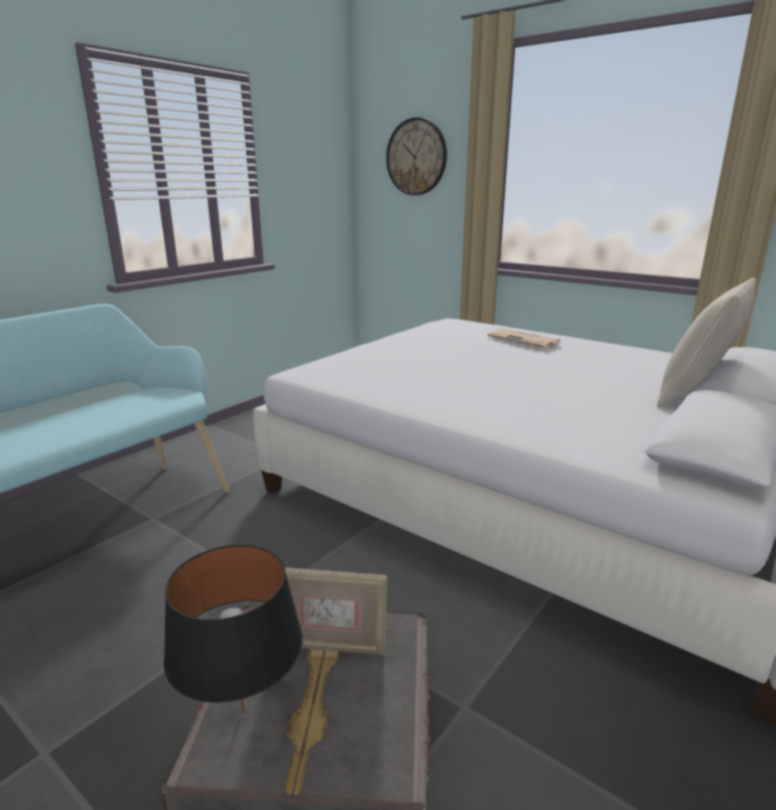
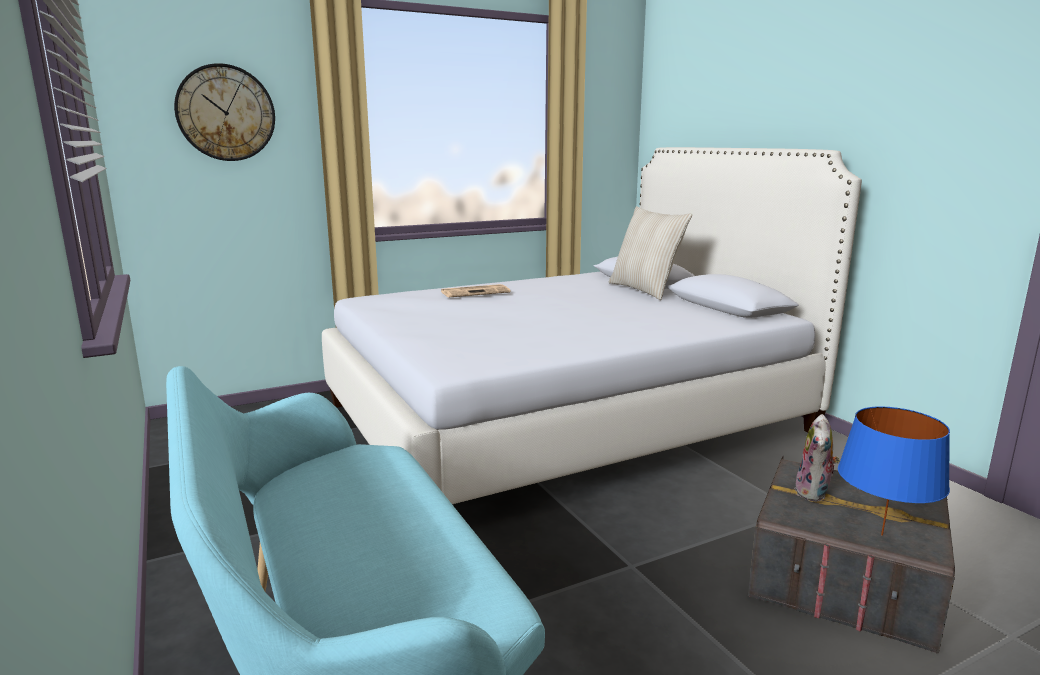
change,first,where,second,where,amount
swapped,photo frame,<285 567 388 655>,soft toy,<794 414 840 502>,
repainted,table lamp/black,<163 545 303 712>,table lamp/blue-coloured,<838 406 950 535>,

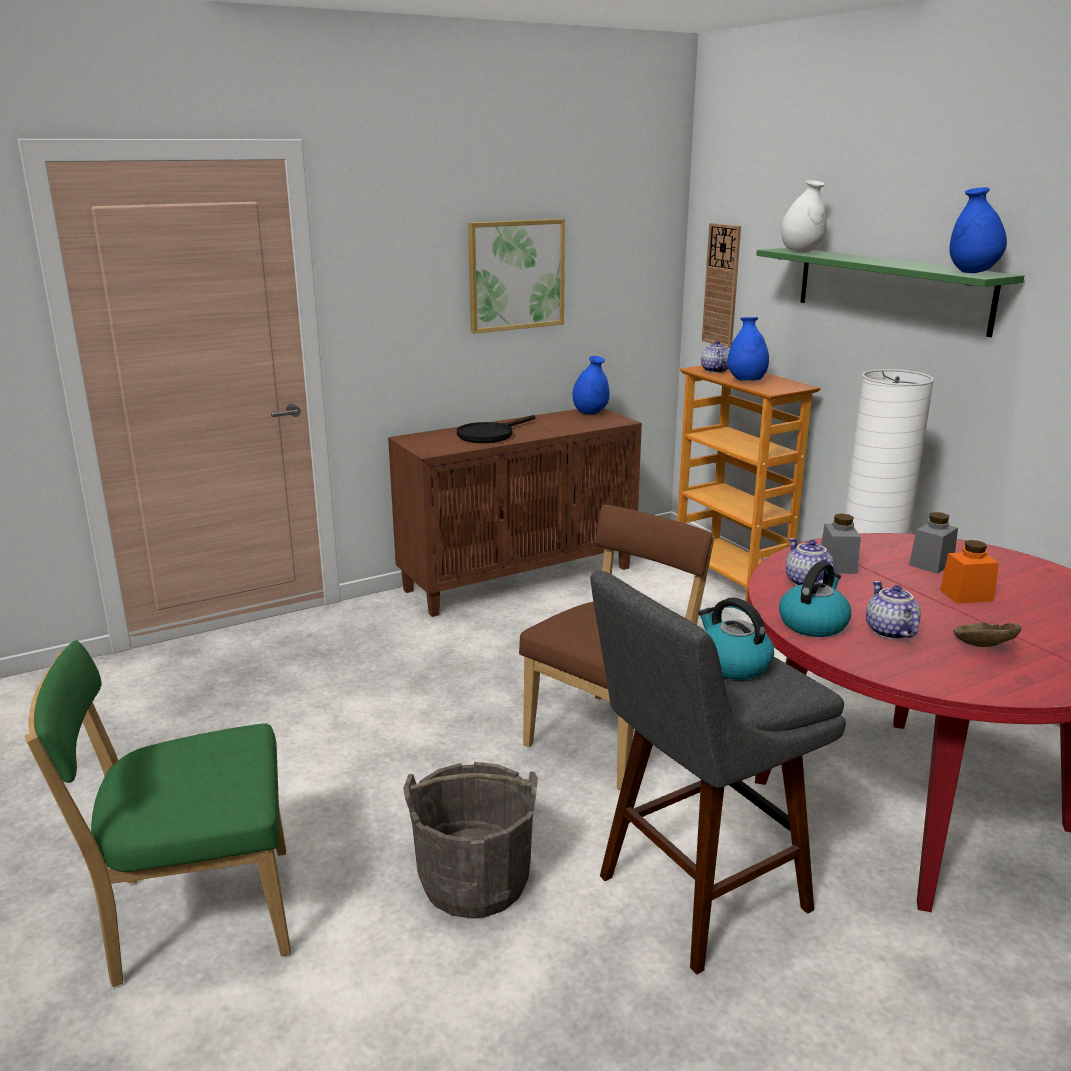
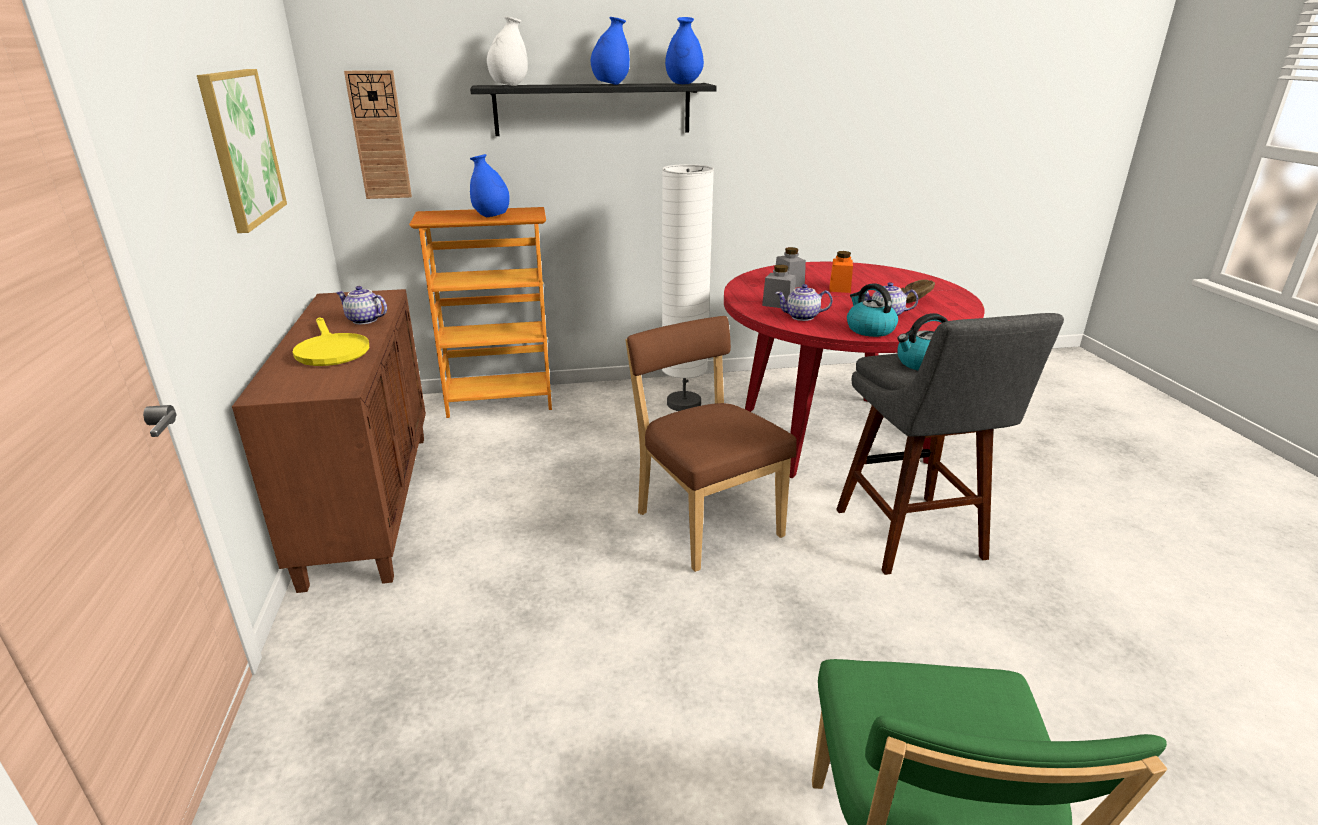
change,first,where,second,where,amount
repainted,skillet/black,<457 415 535 443>,skillet/yellow-coloured,<293 317 369 366>,
shifted,tea pot,<701 340 729 373>,,<336 286 387 324>,
repainted,bracket shelf/greenish,<756 248 1024 337>,bracket shelf/black,<470 83 717 136>,
shifted,vase/blue-coloured,<573 356 609 415>,,<591 17 630 85>,
gone,pail/greyish,<403 762 538 919>,,,

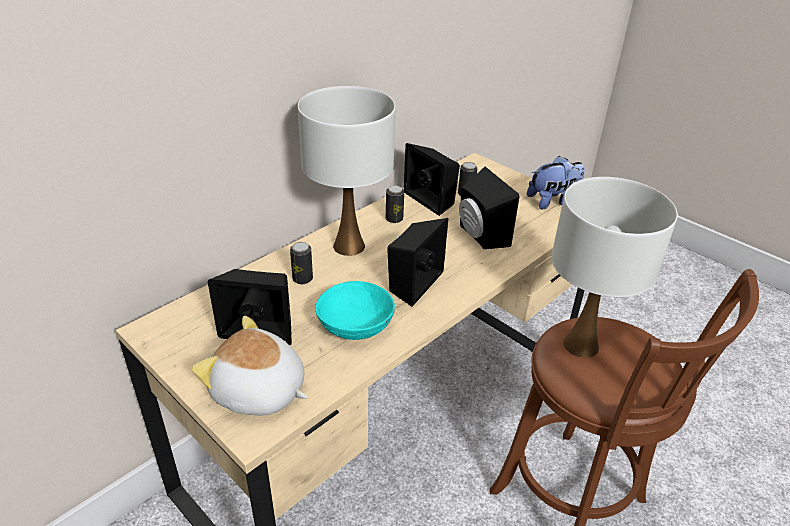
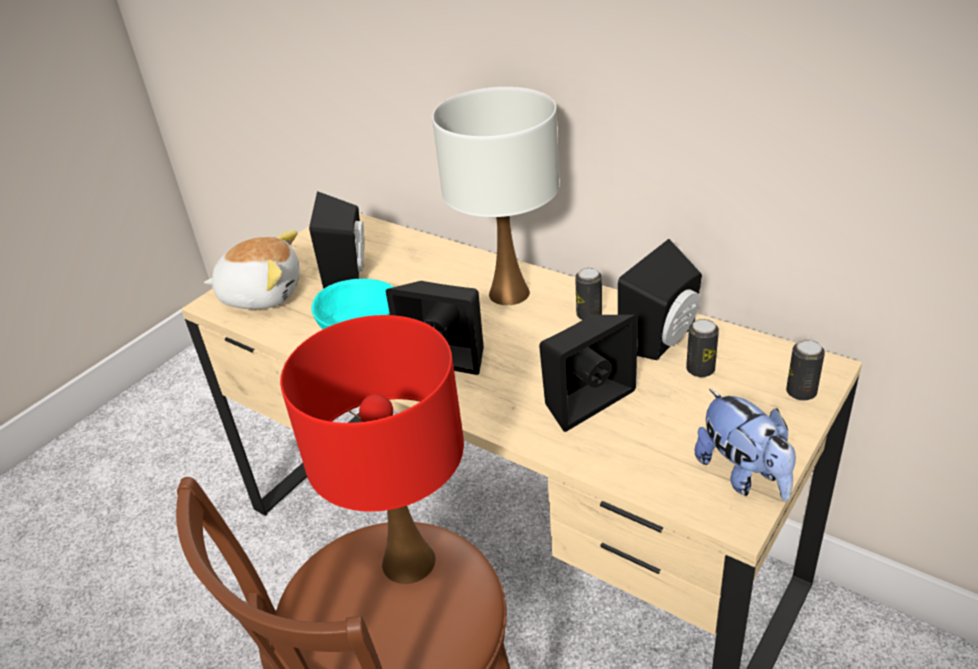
change,first,where,second,where,amount
rotated,soft toy,<191 316 308 416>,,<204 230 300 309>,75 degrees clockwise
repainted,table lamp/white,<552 177 678 358>,table lamp/red-coloured,<280 315 464 584>,
shifted,can,<290 242 313 284>,,<786 339 825 401>,

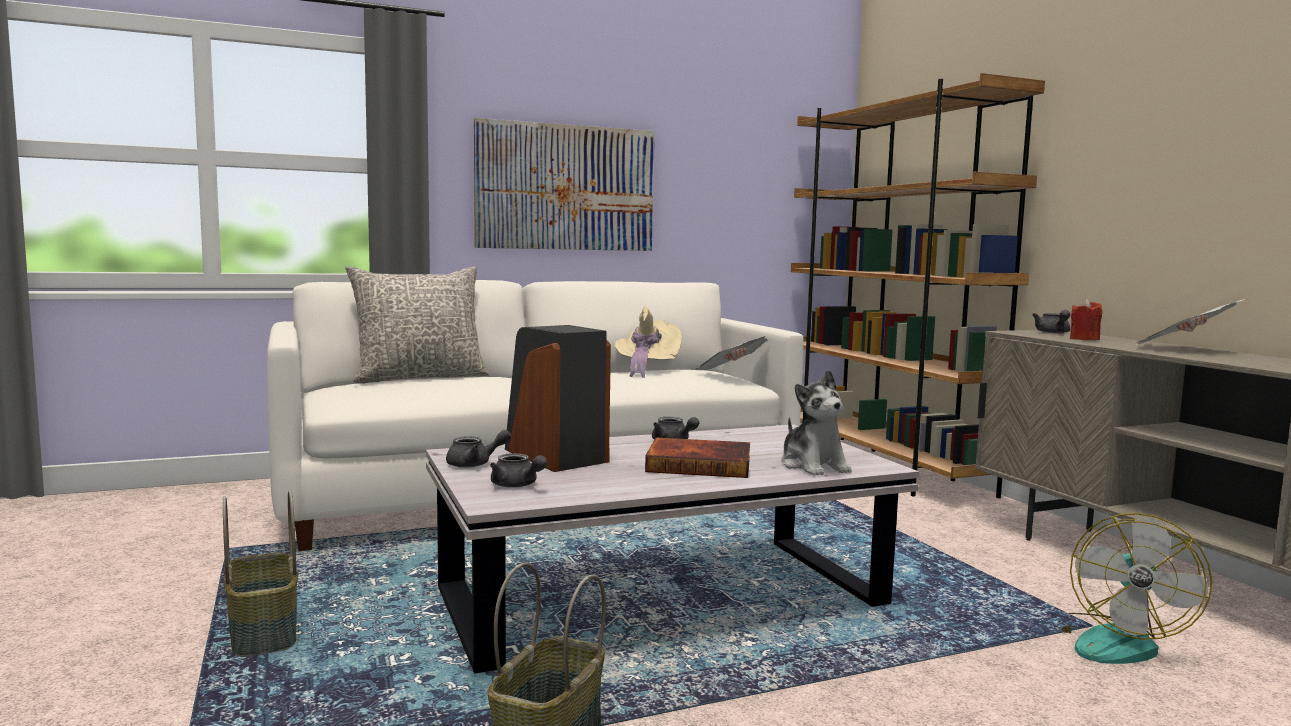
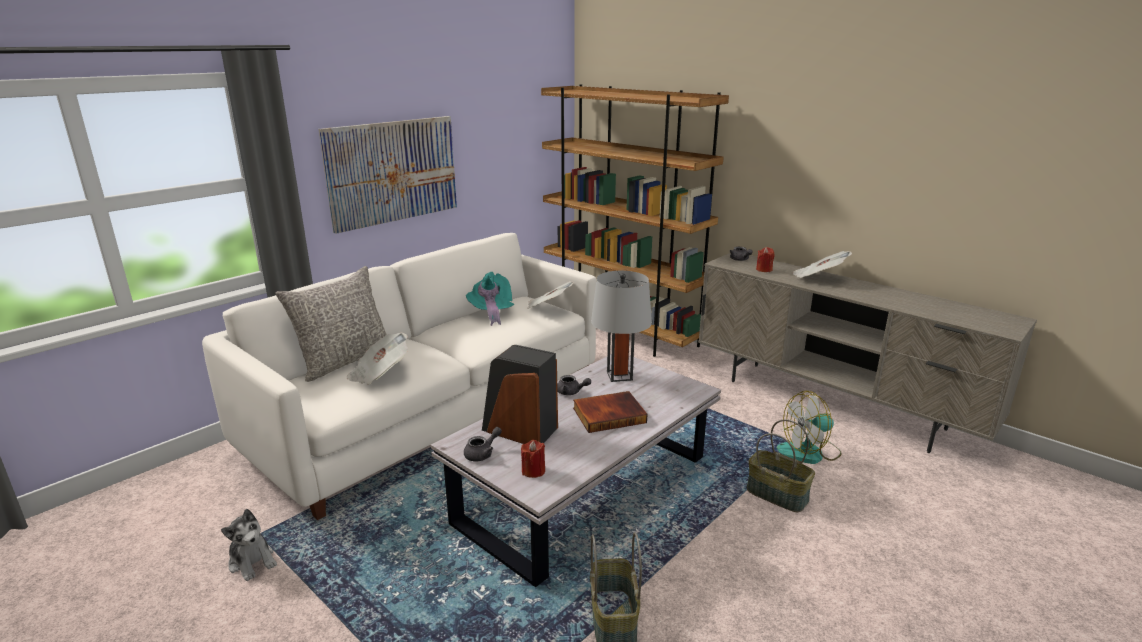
change,first,where,second,where,amount
shifted,soft toy,<781 370 852 476>,,<221 509 277 581>,
new,,,printed paper,<347 333 408 385>,
repainted,wearable hat/beige-coloured,<615 306 682 378>,wearable hat/turquoise,<466 272 514 326>,
swapped,tea pot/greyish,<490 453 547 488>,candle/red-coloured,<521 440 545 478>,
new,,,table lamp/greyish,<591 271 652 382>,
shifted,storage basket,<223 490 298 657>,,<747 419 815 512>,
rotated,fan,<1059 513 1212 664>,,<777 391 842 464>,75 degrees clockwise

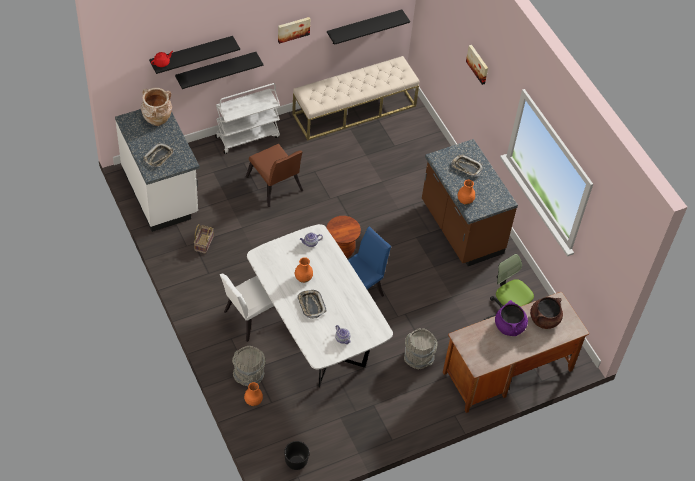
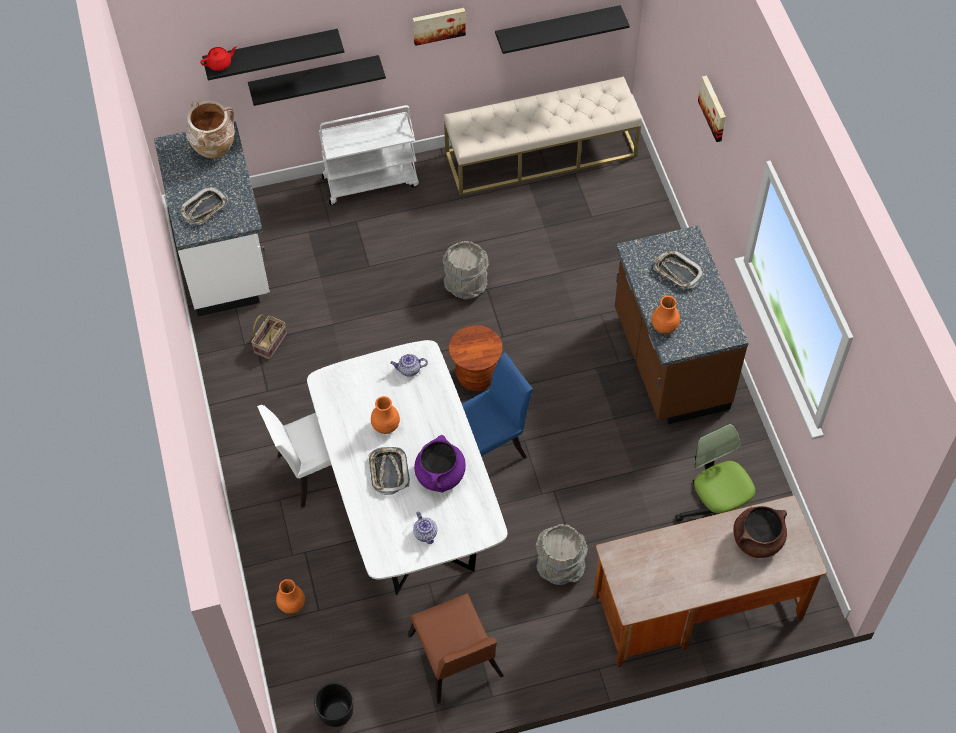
change,first,where,second,where,amount
shifted,upright chair/brownish,<246 144 303 207>,,<408 593 504 704>,
shifted,saucepot/purplish,<495 300 528 336>,,<414 435 466 492>,
shifted,pail/greyish,<232 346 266 386>,,<443 241 489 299>,

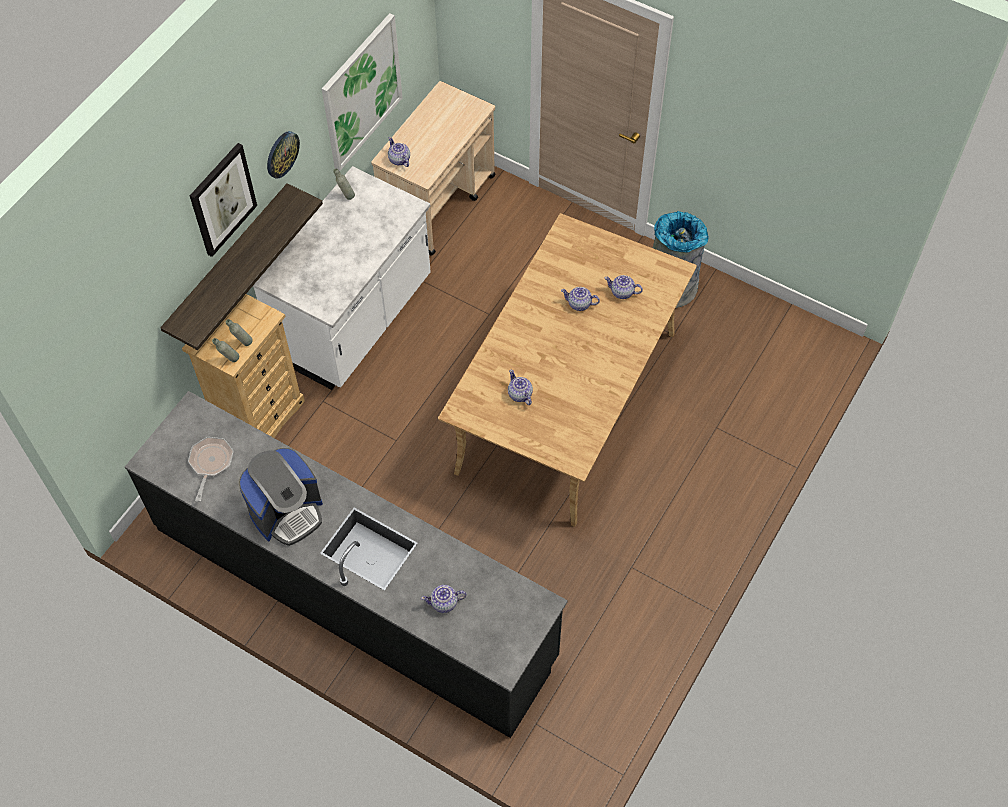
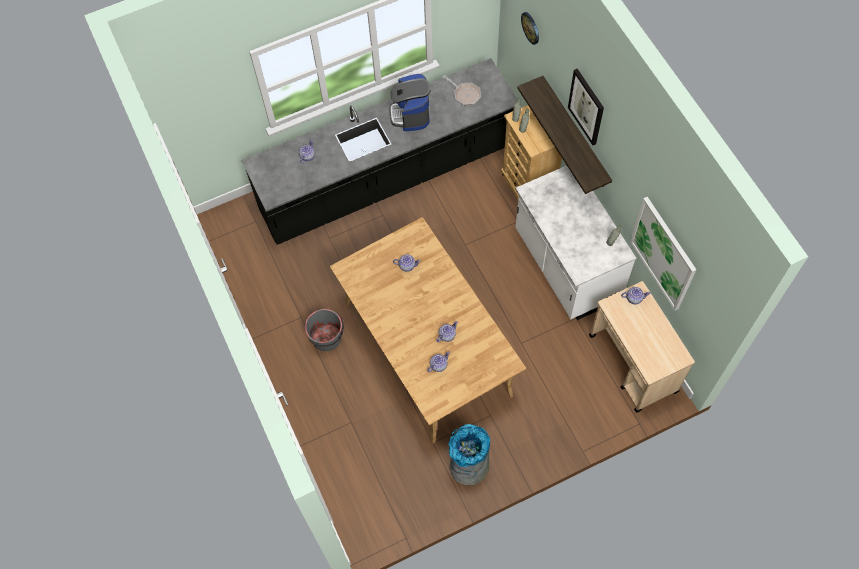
change,first,where,second,where,amount
new,,,pail/greyish,<305 309 344 351>,
shifted,clock on the wall,<267 131 300 179>,,<521 12 539 45>,

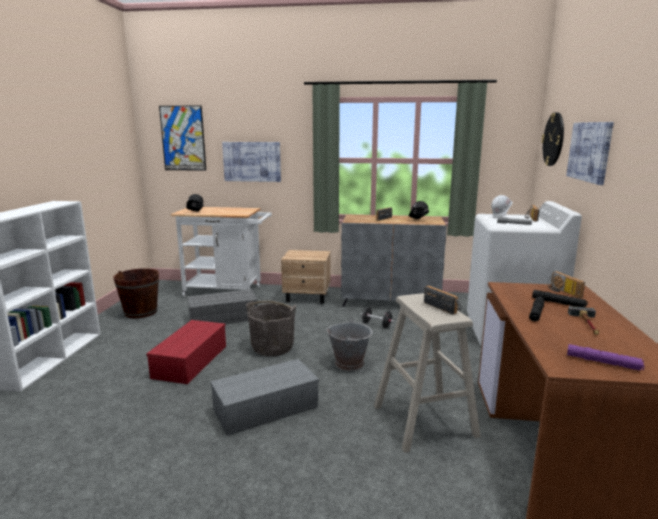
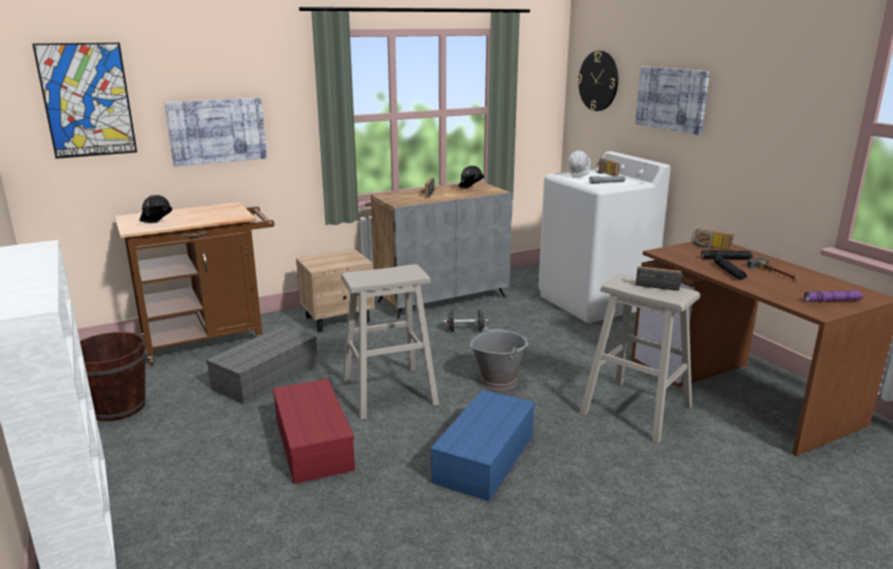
change,first,where,second,where,amount
repainted,wheeled cart/white,<170 207 272 297>,wheeled cart/brownish,<115 202 275 365>,
swapped,pail/greyish,<246 301 296 356>,stool/beige-coloured,<341 264 439 419>,
repainted,storage container/greyish,<210 359 319 436>,storage container/blue-coloured,<431 390 535 501>,

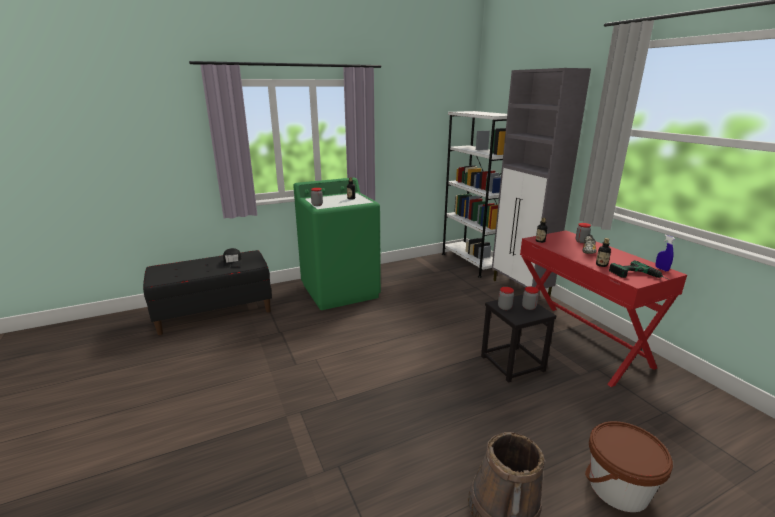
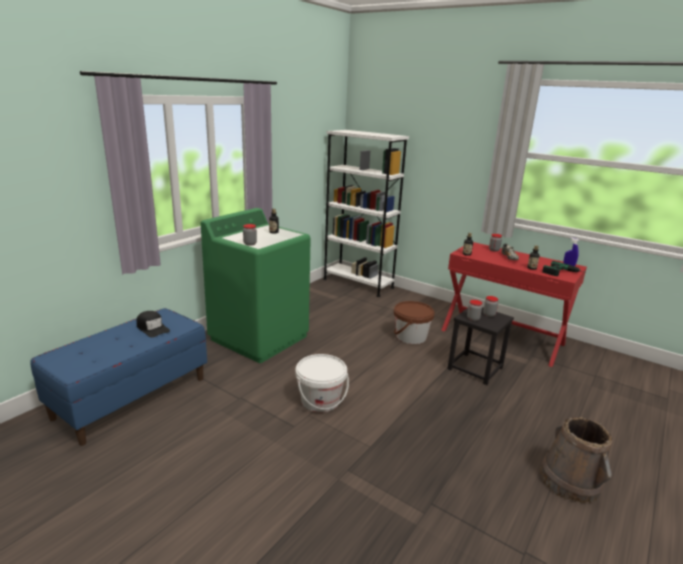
change,first,where,second,where,amount
repainted,long seat/black,<143 250 272 335>,long seat/blue-coloured,<30 308 207 446>,
new,,,pail/white,<295 354 349 412>,
shifted,pail/brownish,<585 421 673 512>,,<394 301 435 344>,
gone,cabinet/greyish,<492 68 591 296>,,,

